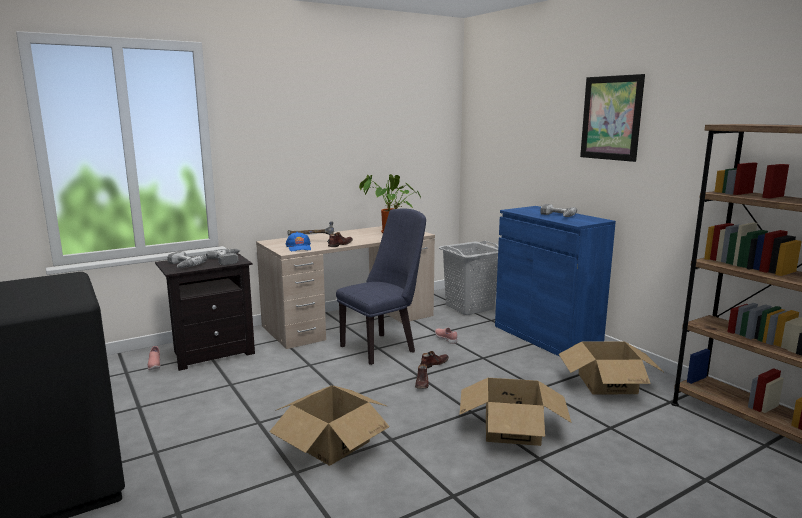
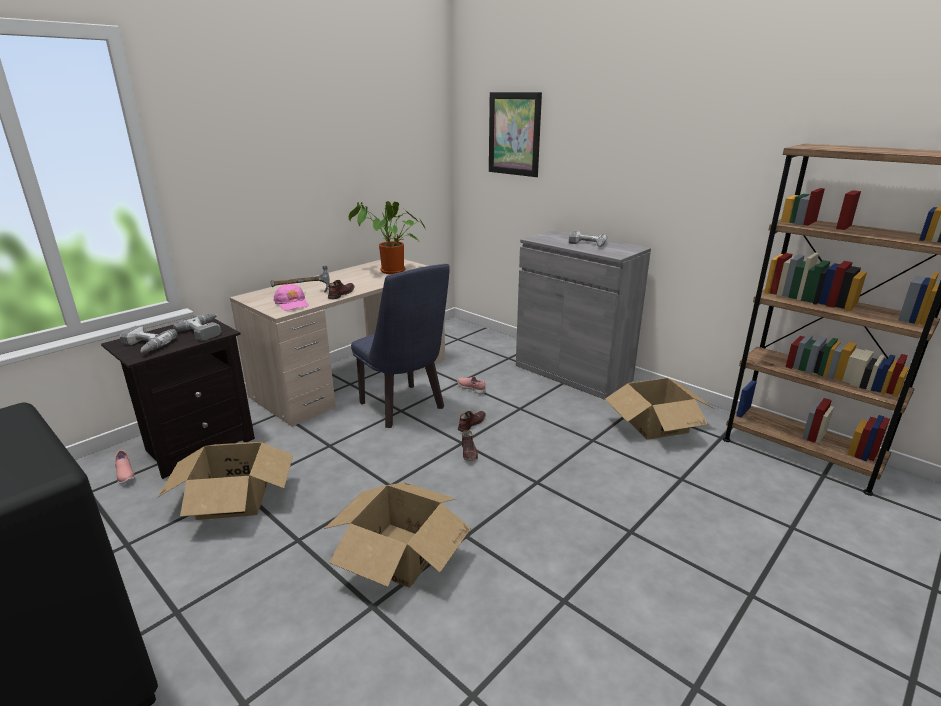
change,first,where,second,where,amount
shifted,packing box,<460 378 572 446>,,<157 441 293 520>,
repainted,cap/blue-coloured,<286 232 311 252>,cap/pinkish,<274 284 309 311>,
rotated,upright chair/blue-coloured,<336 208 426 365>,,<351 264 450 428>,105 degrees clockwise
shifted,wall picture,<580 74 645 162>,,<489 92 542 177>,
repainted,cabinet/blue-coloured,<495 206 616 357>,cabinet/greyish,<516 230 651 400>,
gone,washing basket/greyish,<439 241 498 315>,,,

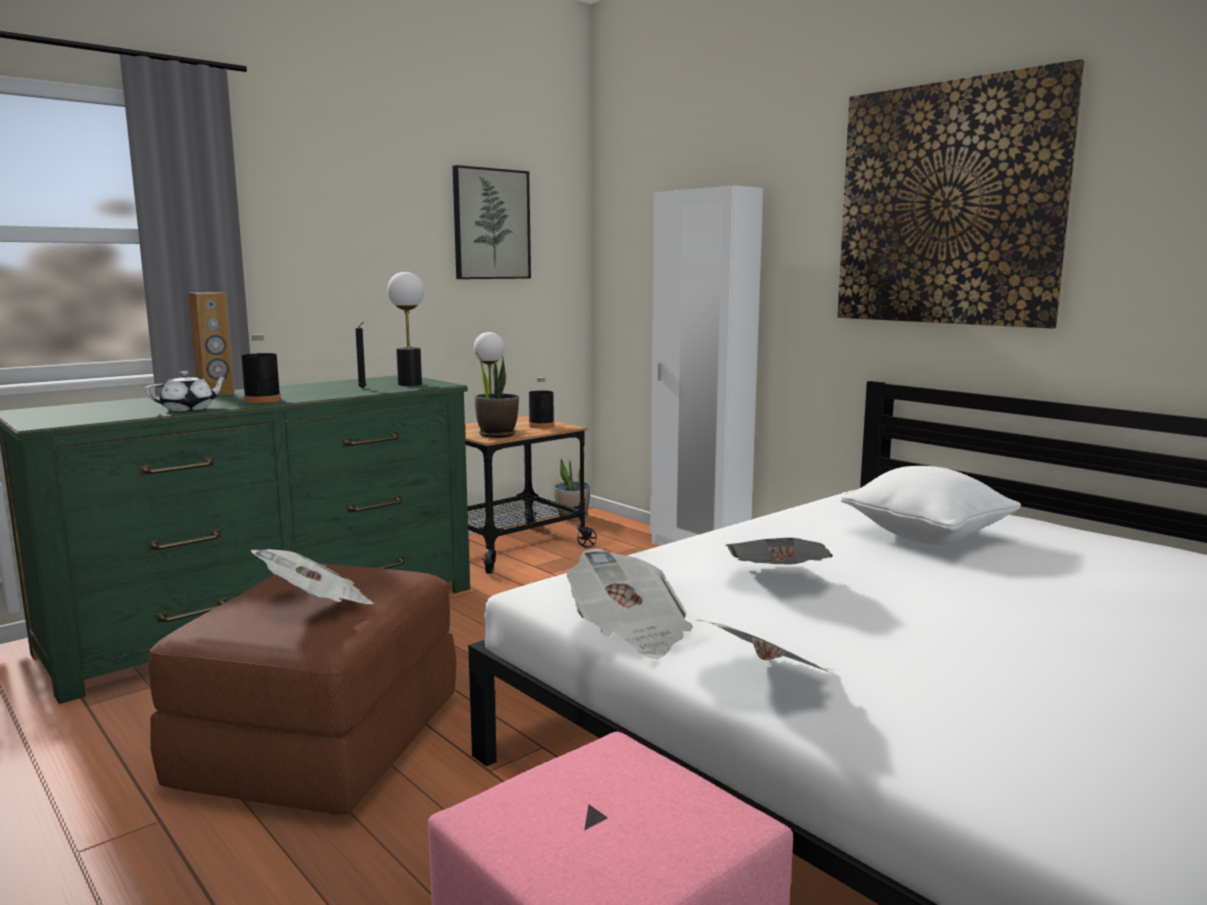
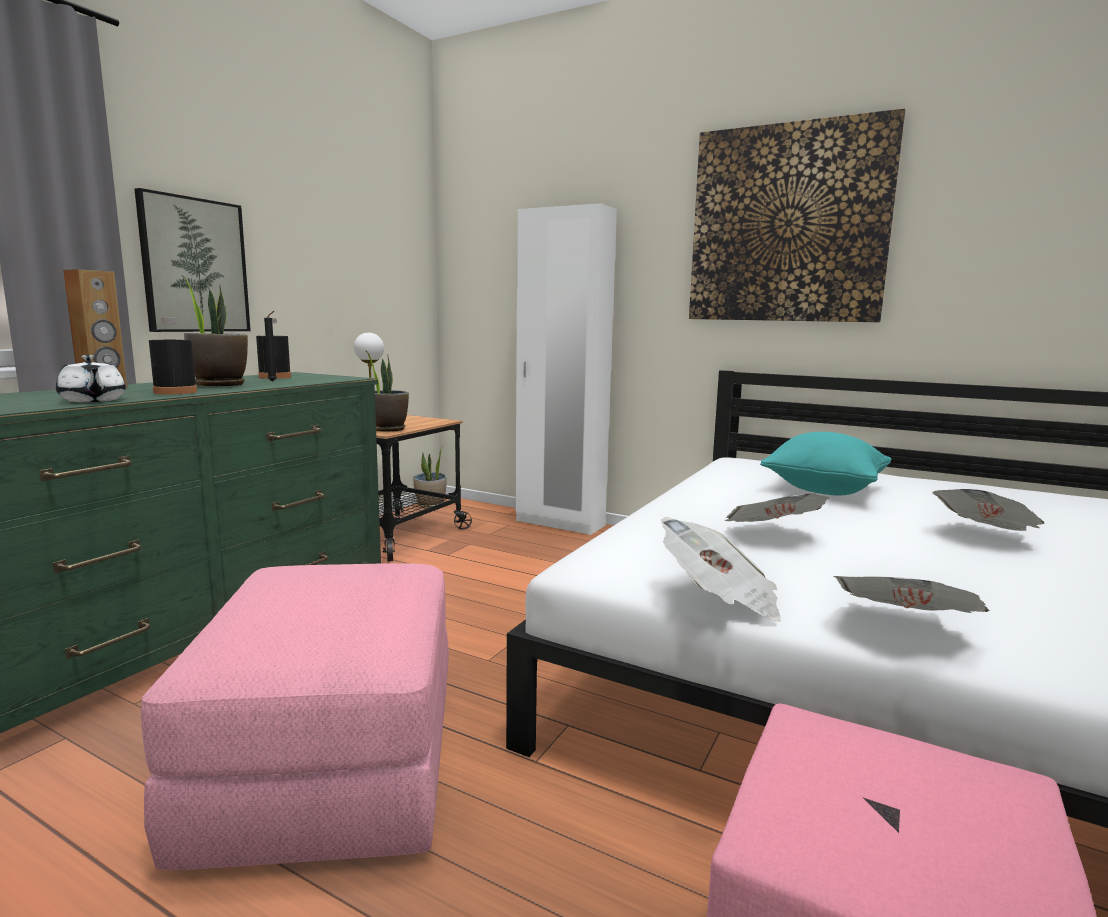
change,first,where,second,where,amount
rotated,tea pot/white,<145 371 229 411>,,<56 355 126 402>,105 degrees clockwise
shifted,wall picture,<453 165 531 279>,,<135 188 251 332>,
repainted,pouffe/brownish,<149 563 457 815>,pouffe/pinkish,<141 563 449 870>,
new,,,houseplant,<182 276 248 386>,
shifted,beverage bottle/black,<529 377 554 428>,,<256 318 291 379>,
repainted,cushion/white,<841 466 1021 545>,cushion/turquoise,<760 432 891 495>,
shifted,printed paper,<251 549 375 604>,,<932 489 1044 531>,
gone,table lamp,<387 272 424 386>,,,

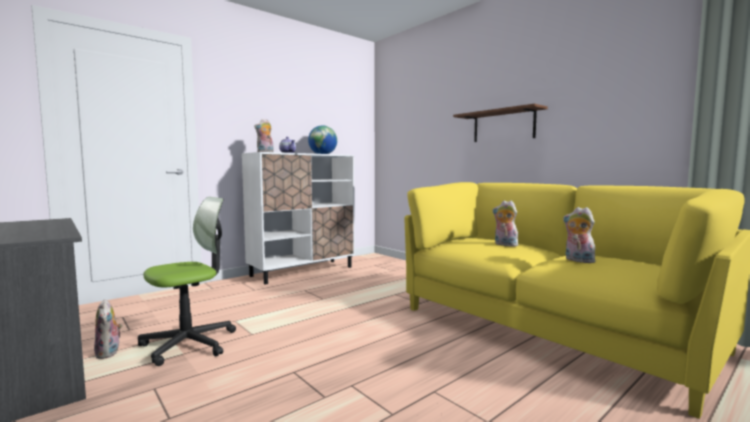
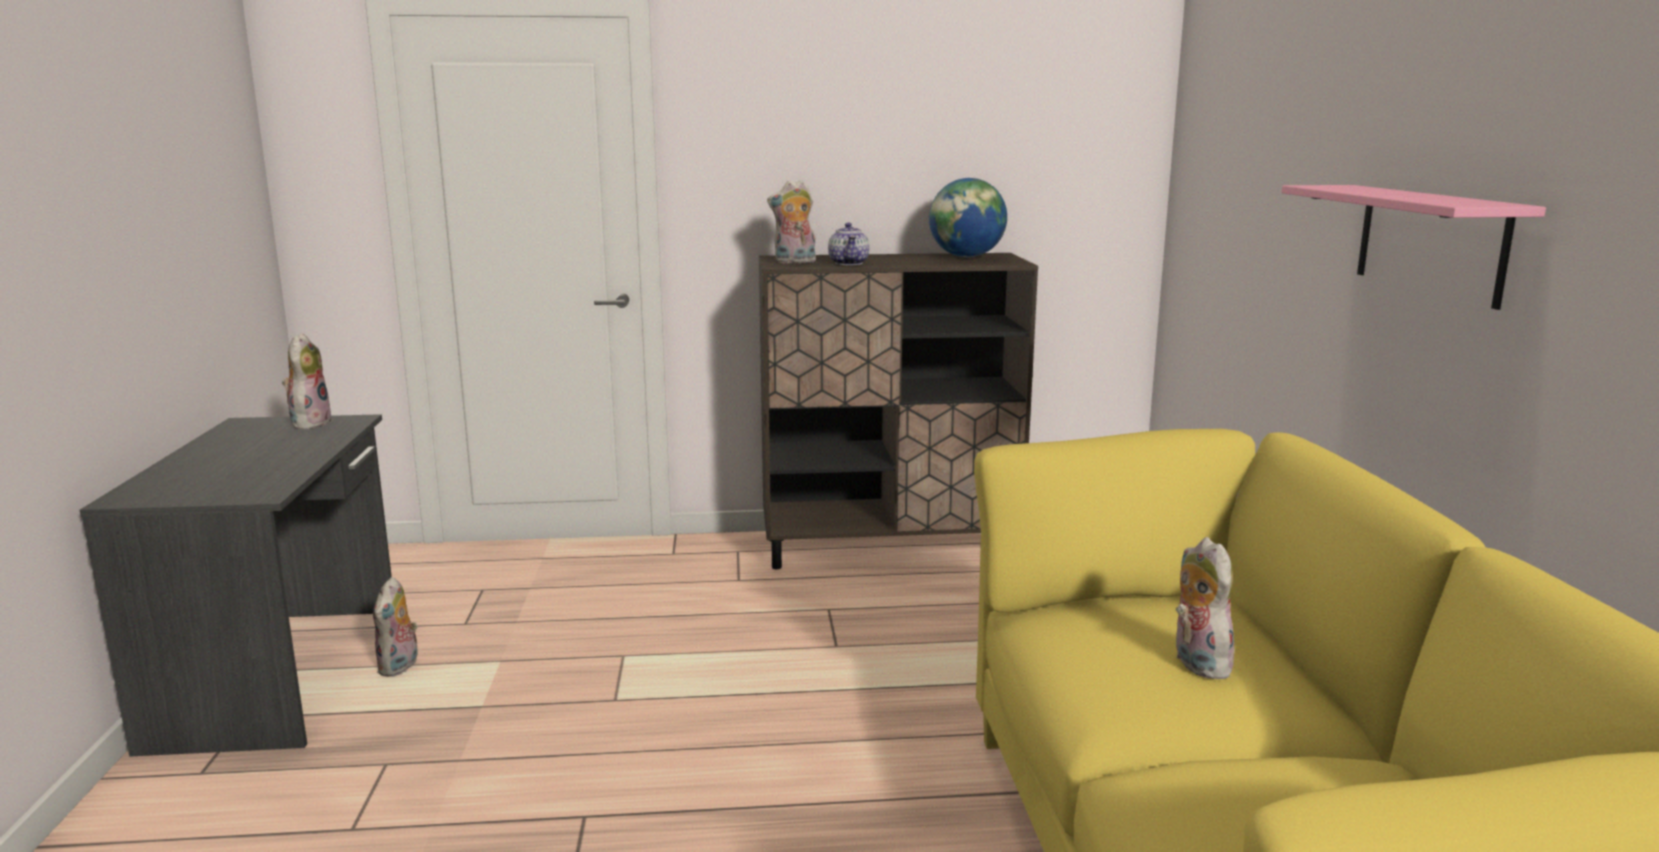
change,first,where,second,where,amount
shifted,soft toy,<563 207 595 263>,,<282 333 333 430>,
repainted,cabinet/white,<242 152 355 285>,cabinet/brownish,<759 253 1038 569>,
repainted,bracket shelf/brownish,<453 104 548 142>,bracket shelf/pinkish,<1282 185 1546 310>,
gone,desk chair,<138 197 236 366>,,,

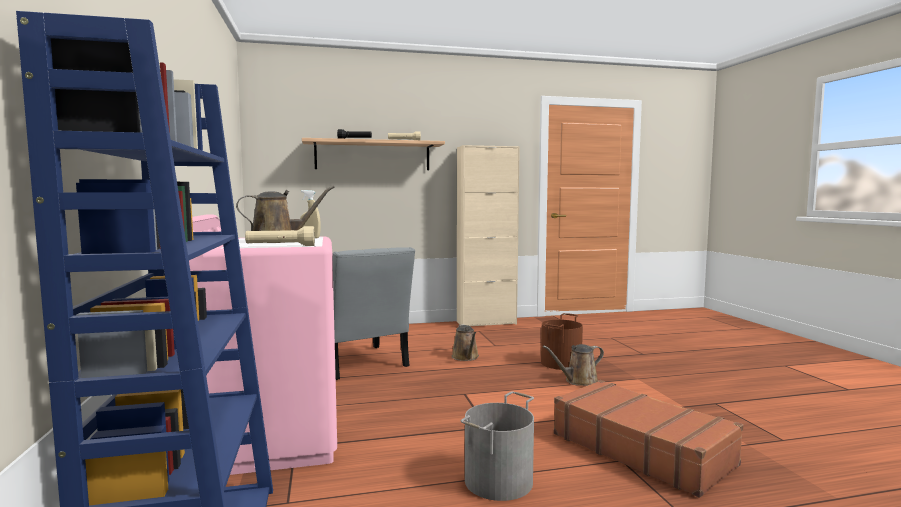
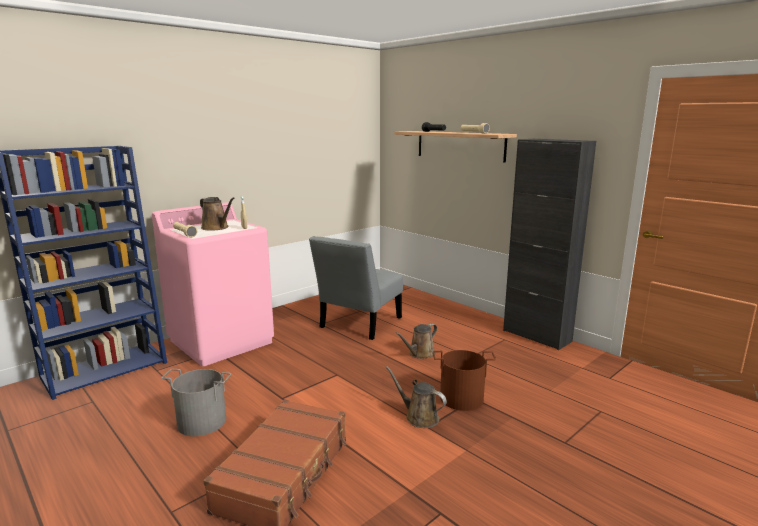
change,first,where,second,where,amount
repainted,cabinet/beige-coloured,<457 145 520 326>,cabinet/black,<503 139 596 350>,

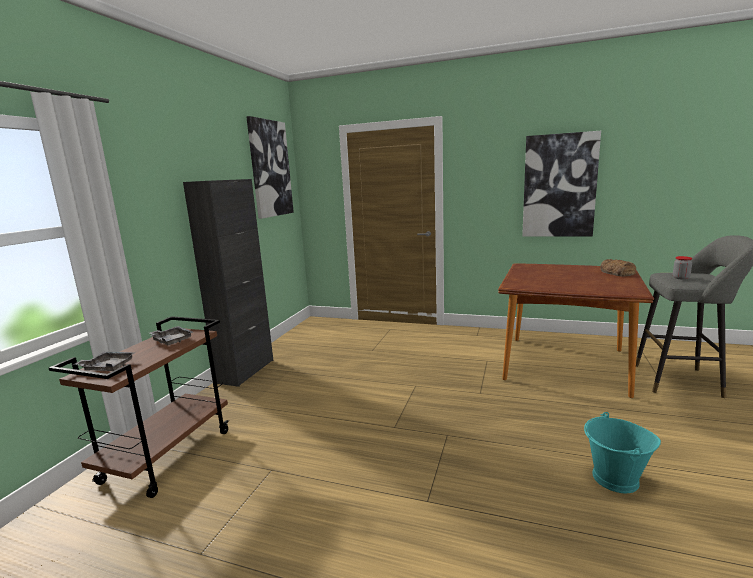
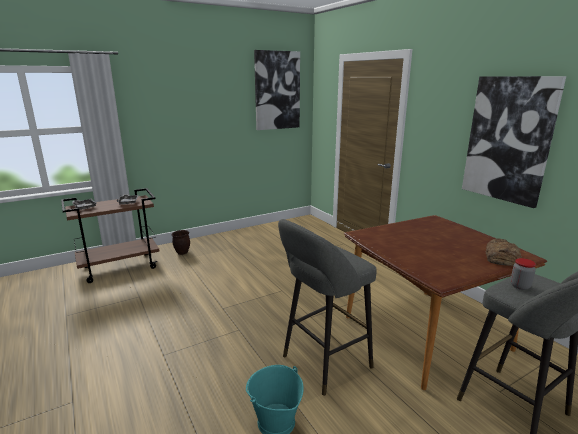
change,first,where,second,where,amount
new,,,plant pot/brownish,<171 230 190 255>,
new,,,stool/greyish,<278 219 377 396>,
gone,cabinet/black,<183 179 273 387>,,,

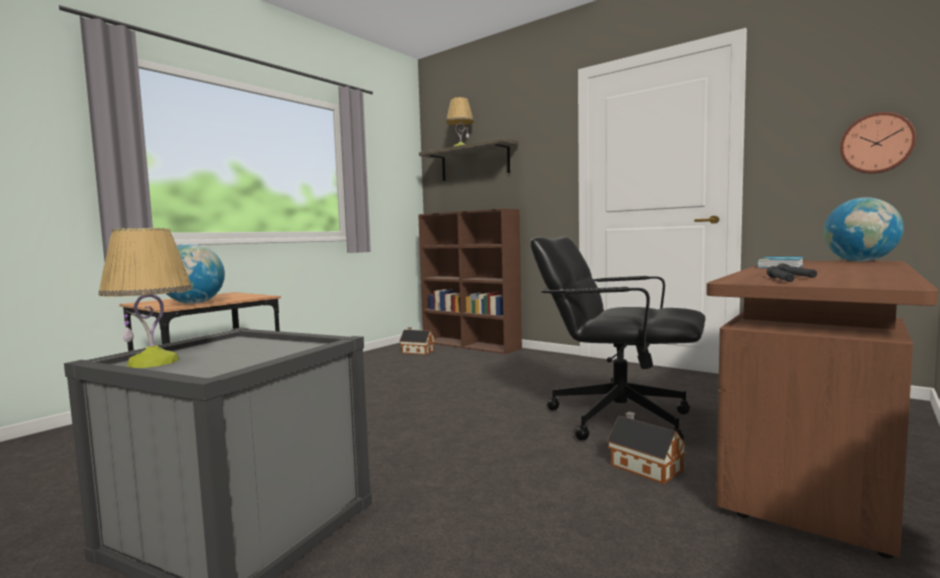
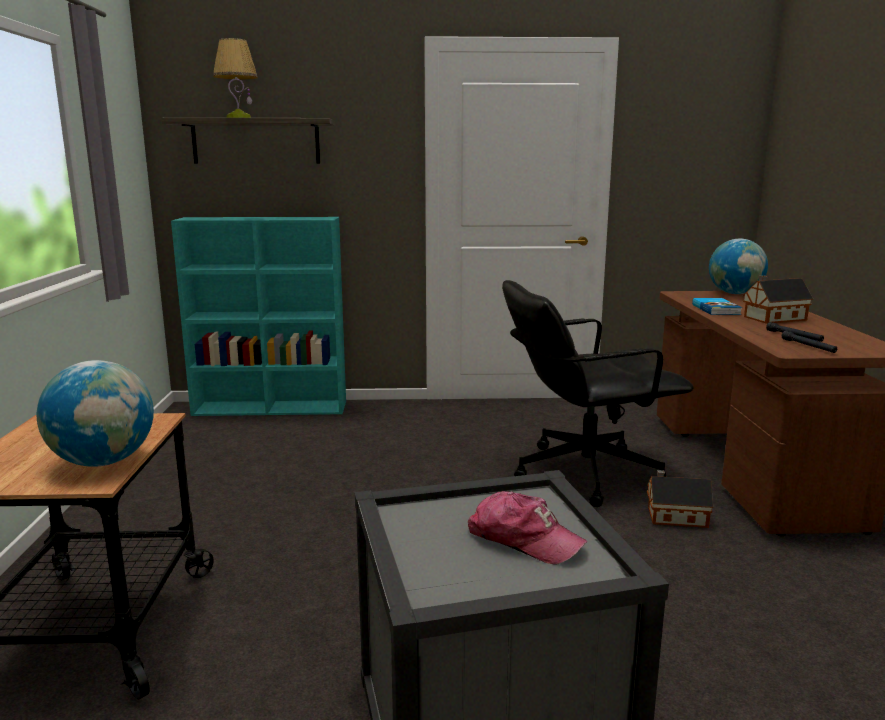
change,first,where,second,where,amount
repainted,bookshelf/brownish,<418 209 522 354>,bookshelf/turquoise,<171 217 346 416>,
new,,,cap,<468 491 587 565>,
shifted,miniature house,<399 327 435 355>,,<743 275 813 324>,
gone,table lamp,<98 228 192 368>,,,
gone,clock on the wall,<840 112 916 174>,,,

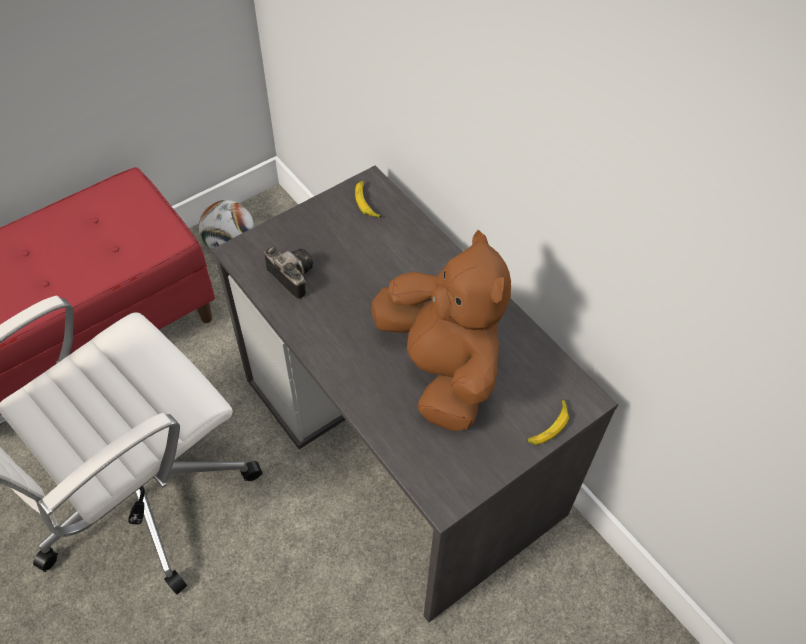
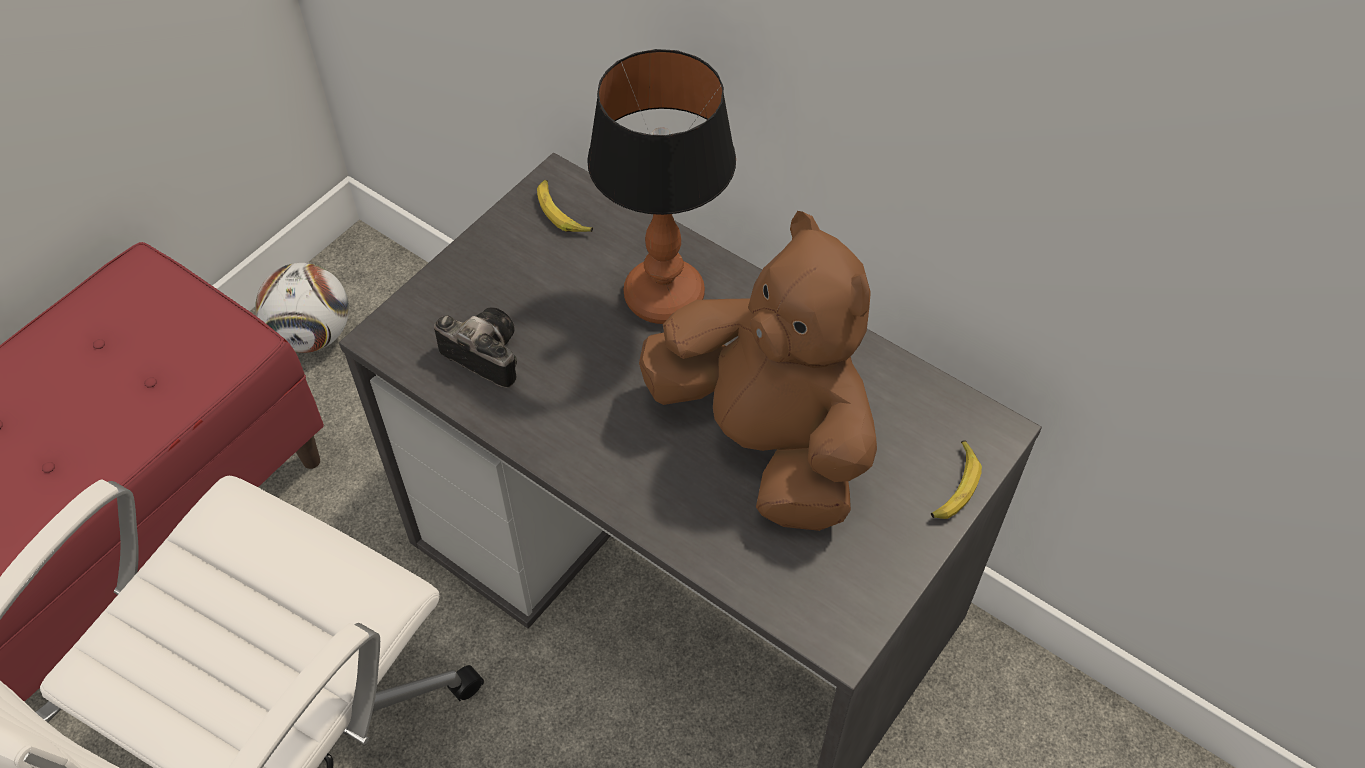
change,first,where,second,where,amount
new,,,table lamp,<587 49 736 324>,

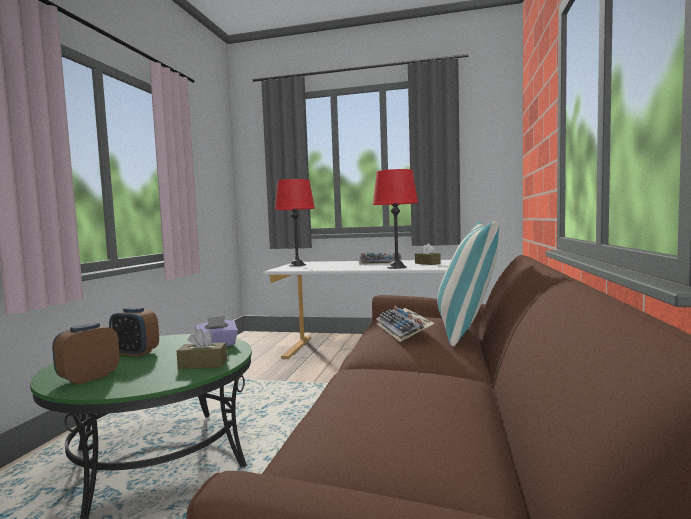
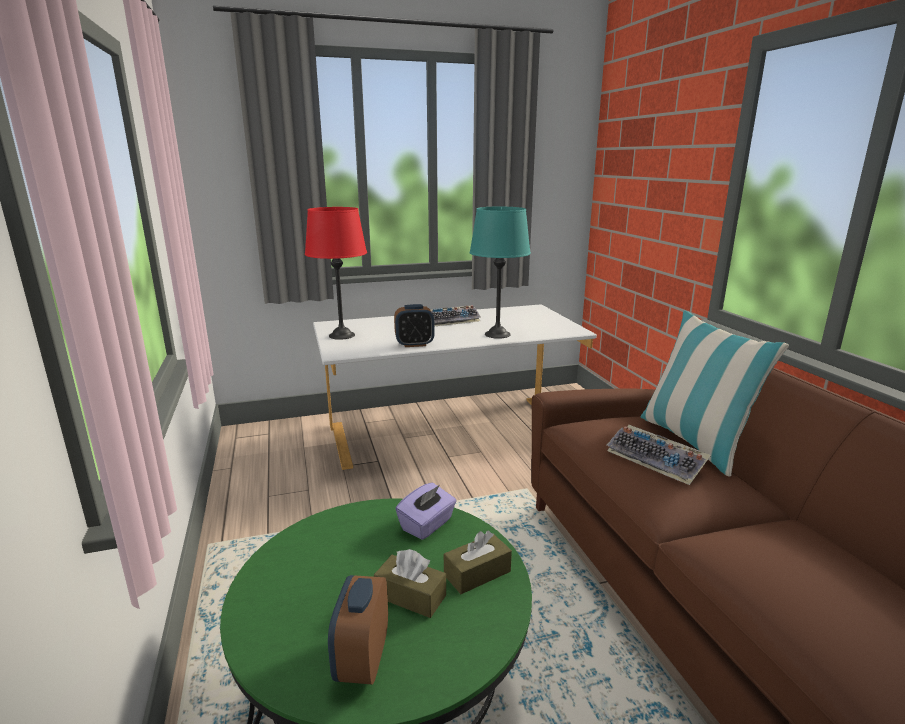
change,first,where,second,where,amount
shifted,tissue holder/brownish,<415 244 441 265>,,<374 549 446 618>,
shifted,table clock,<109 307 159 357>,,<394 304 435 347>,
repainted,table lamp/red-coloured,<372 169 418 269>,table lamp/turquoise,<470 207 531 339>,

